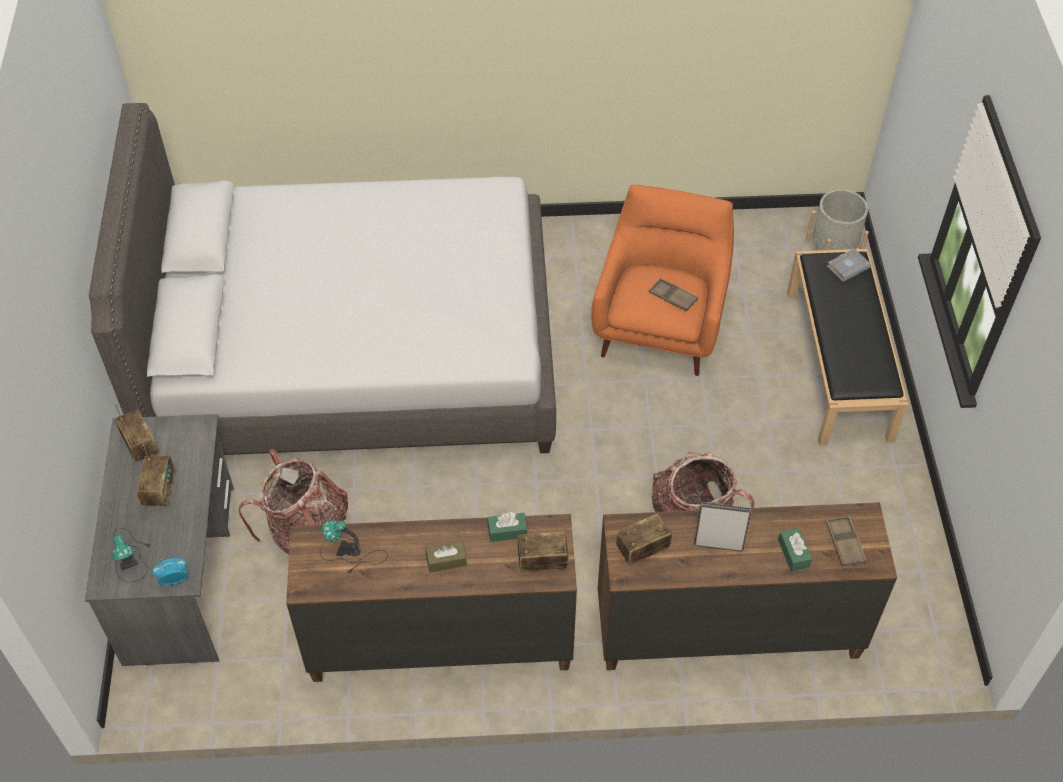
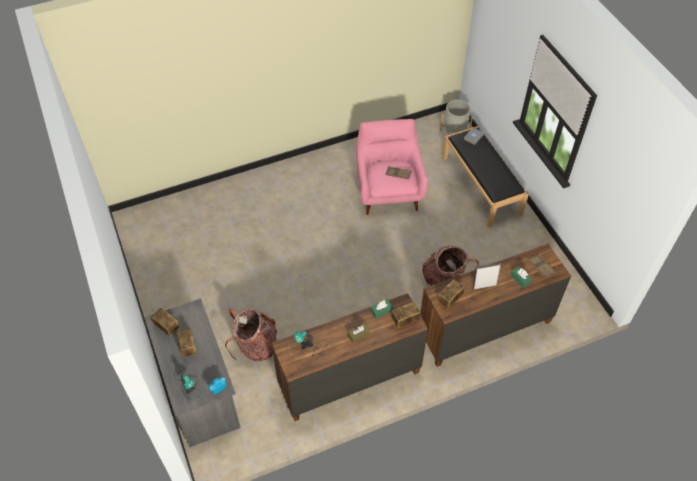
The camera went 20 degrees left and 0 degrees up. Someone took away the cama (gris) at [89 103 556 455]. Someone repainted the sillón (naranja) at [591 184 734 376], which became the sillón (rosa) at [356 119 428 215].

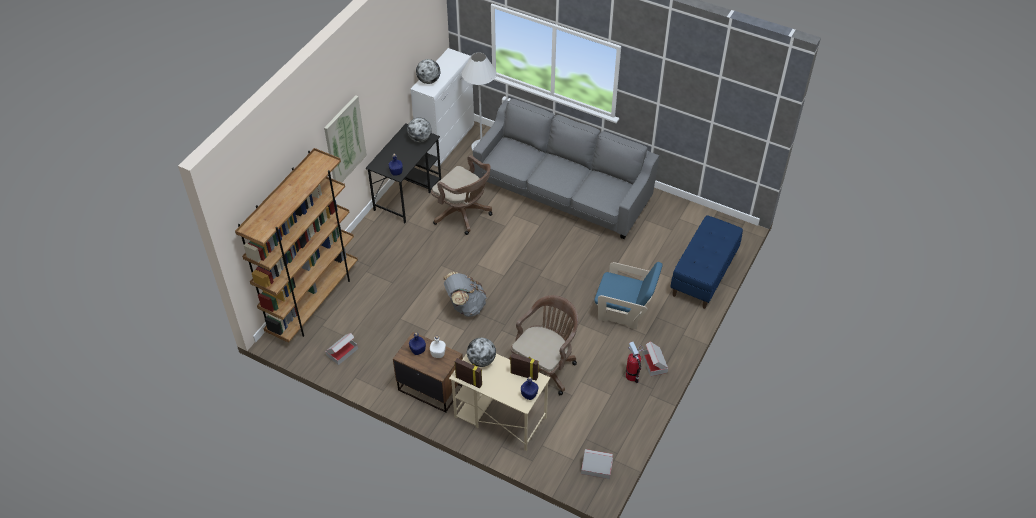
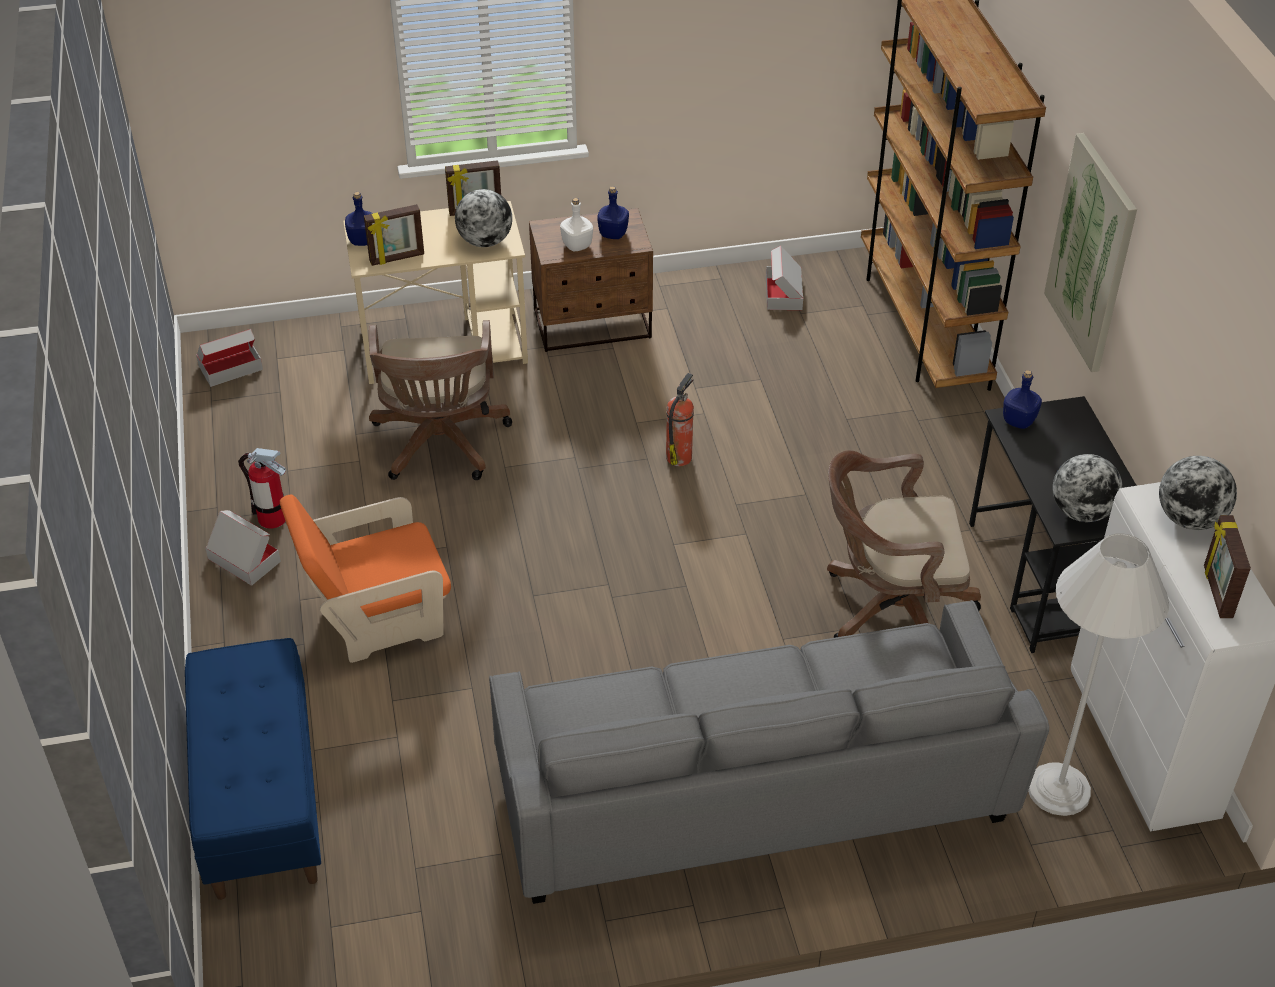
The camera went 140 degrees right and 5 degrees down. Someone swapped the mochila (gris) at [443 272 487 317] for the extintor at [666 373 694 466]. Someone repainted the sillón (azul) at [594 262 663 329], which became the sillón (naranja) at [280 494 451 663]. Someone put down the portarretratos at [1204 515 1251 618].

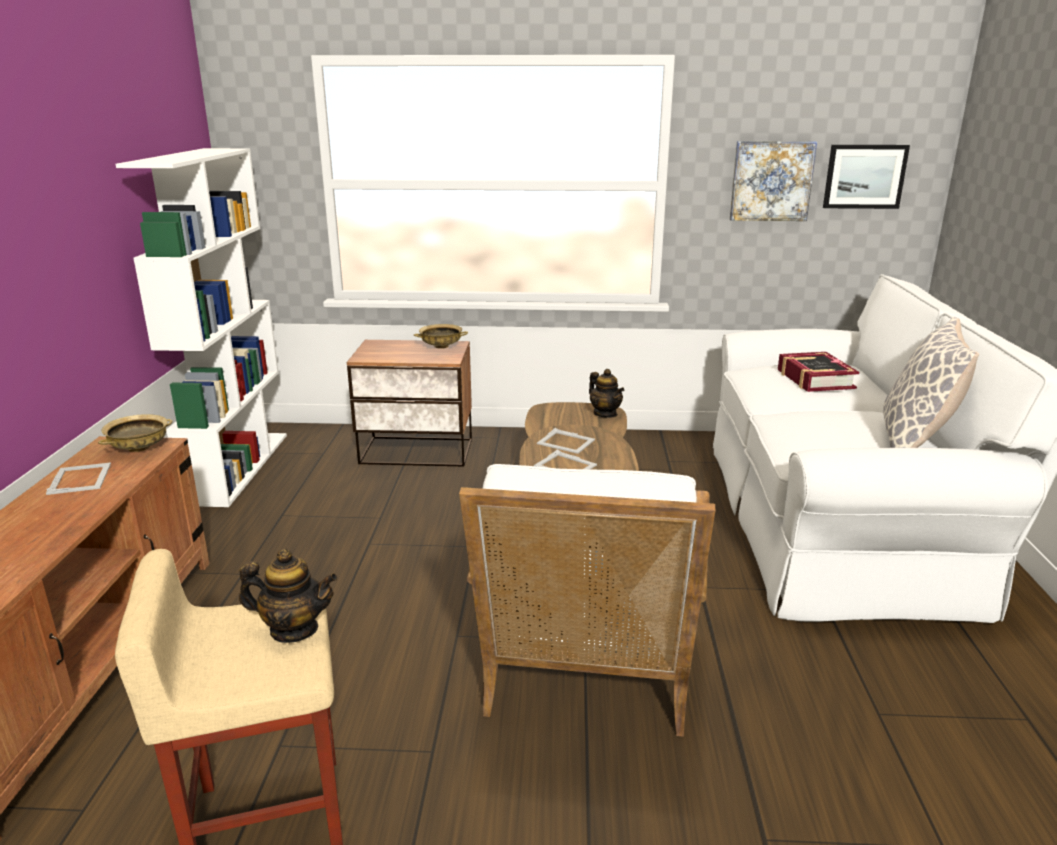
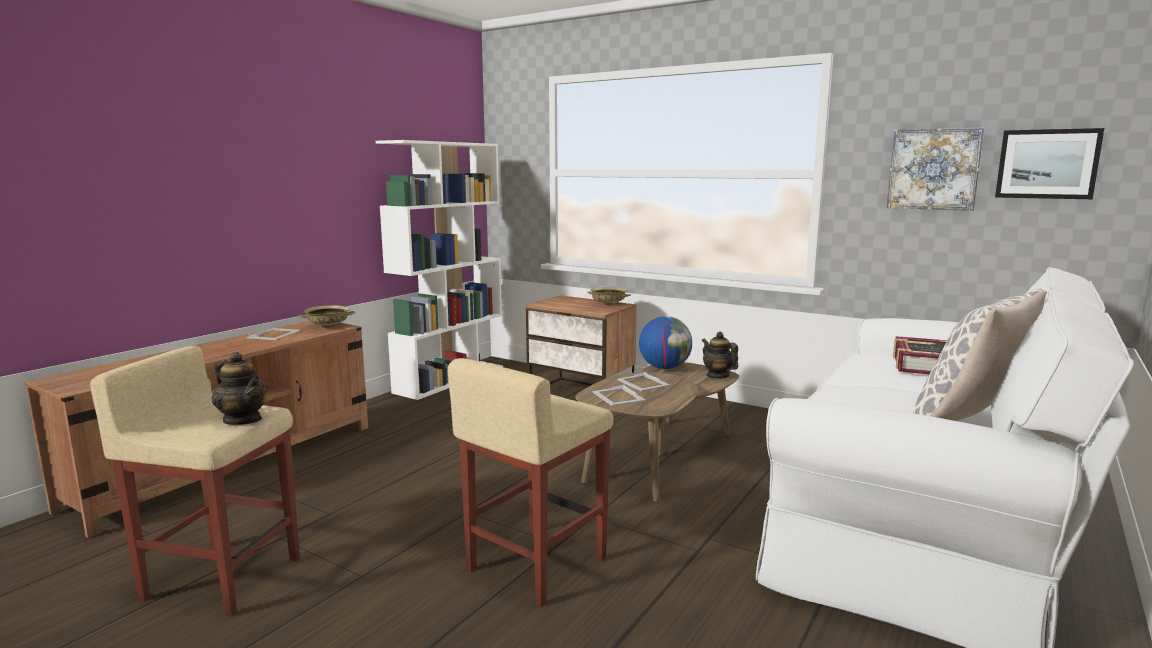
The camera went 30 degrees right and 10 degrees down. Someone swapped the sillón (blanco) at [459 464 715 737] for the taburete (beis) at [448 358 614 607]. Someone rotated the tetera at [589 369 624 418] by 150 degrees clockwise. Someone put down the globo terráqueo at [639 316 692 369].

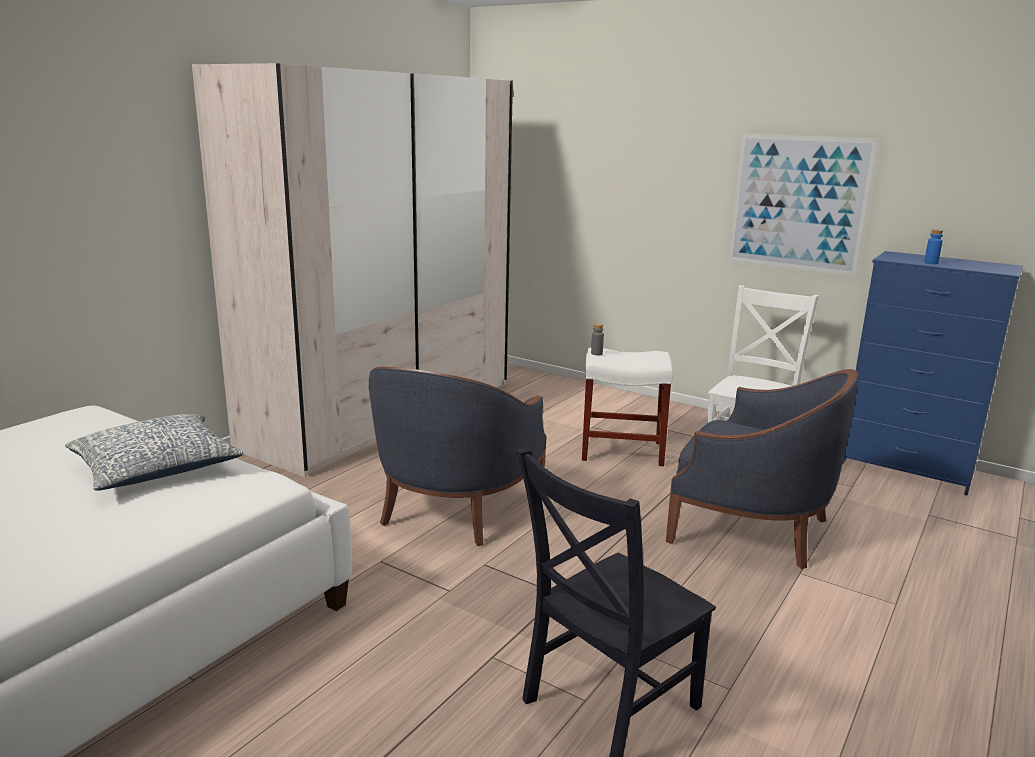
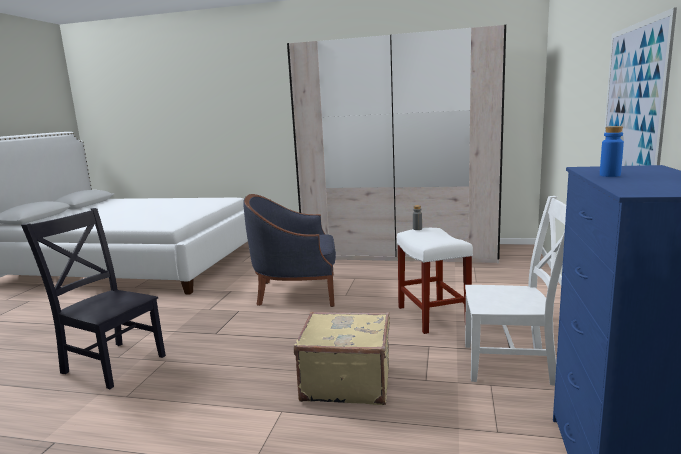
The camera went 70 degrees right and 5 degrees down. Someone took away the cojín at [65 414 243 491]. Someone swapped the sillón (azul) at [666 369 859 569] for the maleta (beis) at [294 312 390 405].

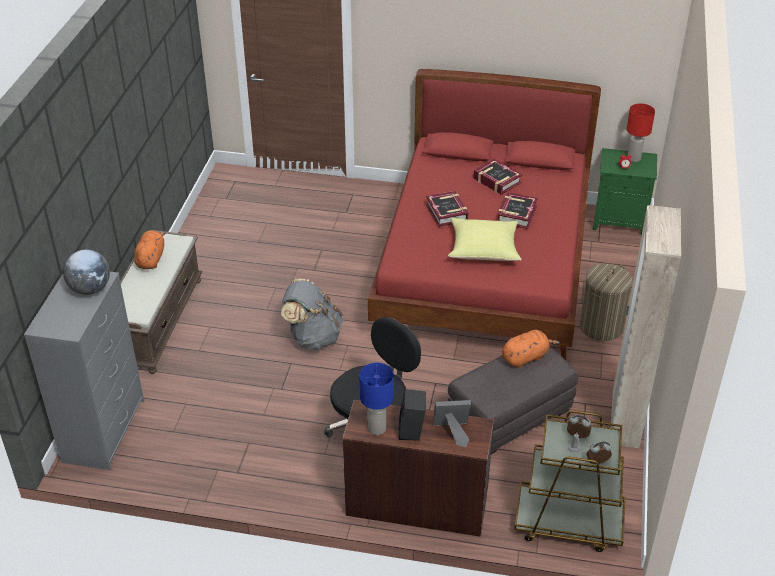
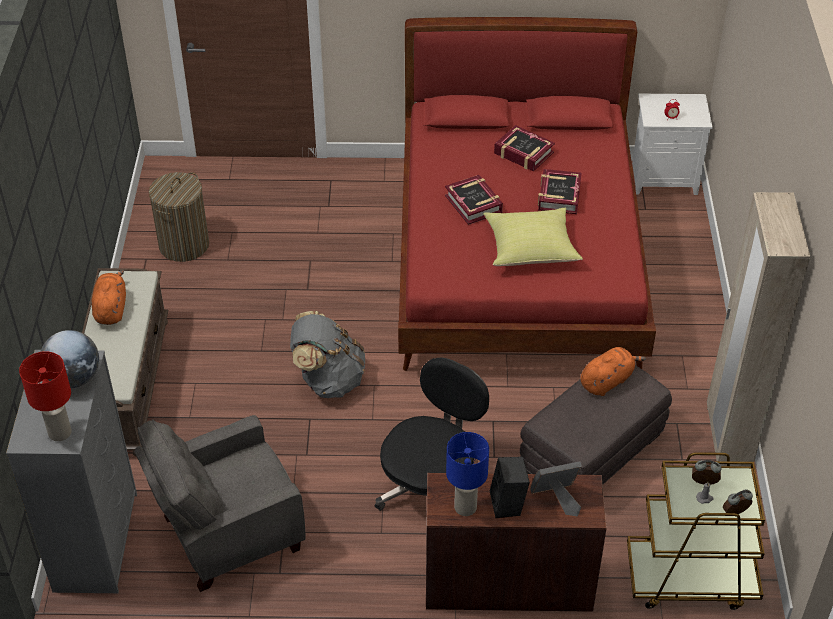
The camera went 10 degrees left and 5 degrees up. Someone carried the cesto de la ropa from [579 264 632 341] to [149 172 209 262]. Someone repainted the mesita de noche (verde) at [593 148 657 236], which became the mesita de noche (blanco) at [632 94 713 195]. Someone carried the lámpara de mesa (rojo) from [627 103 655 162] to [19 351 72 441]. Someone put down the sillón (gris) at [134 415 306 592].

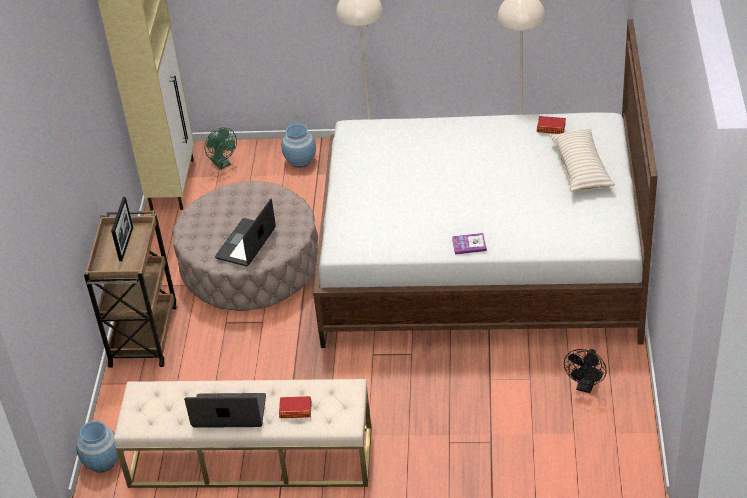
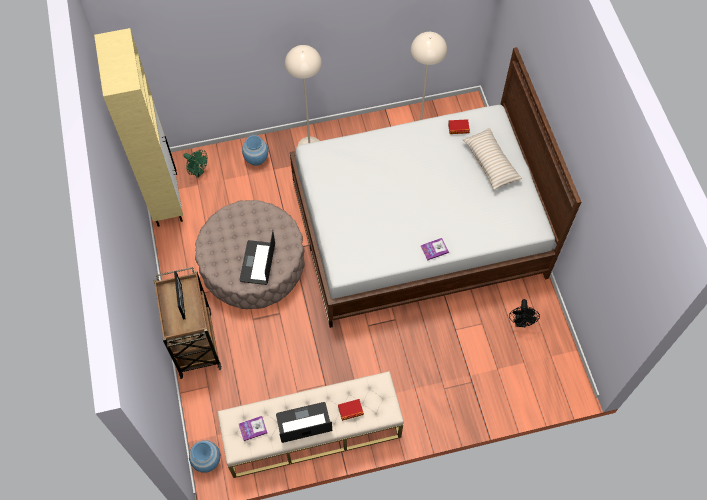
The camera went 20 degrees left and 20 degrees up. Someone put down the libro at [239 416 267 441].

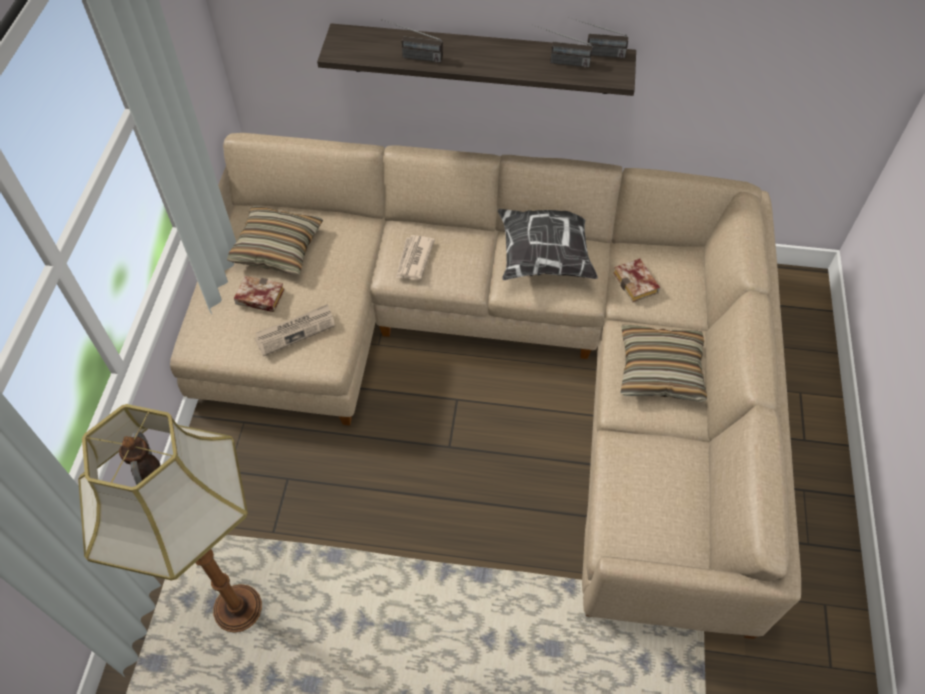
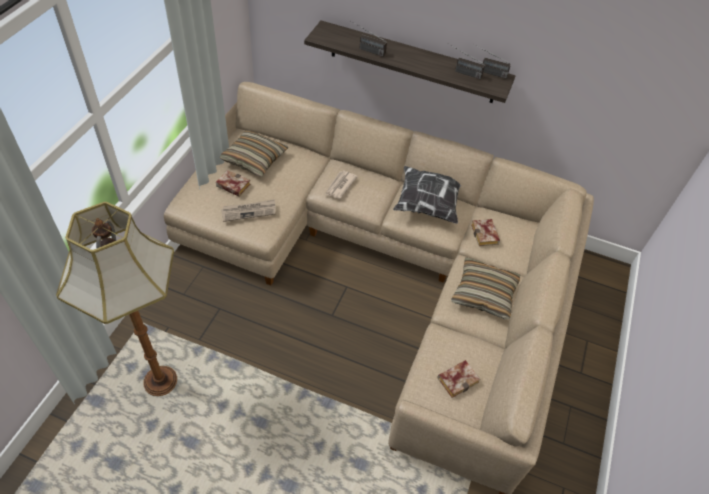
The camera went 10 degrees right and 5 degrees down. Someone put down the libro at [437 360 480 398].

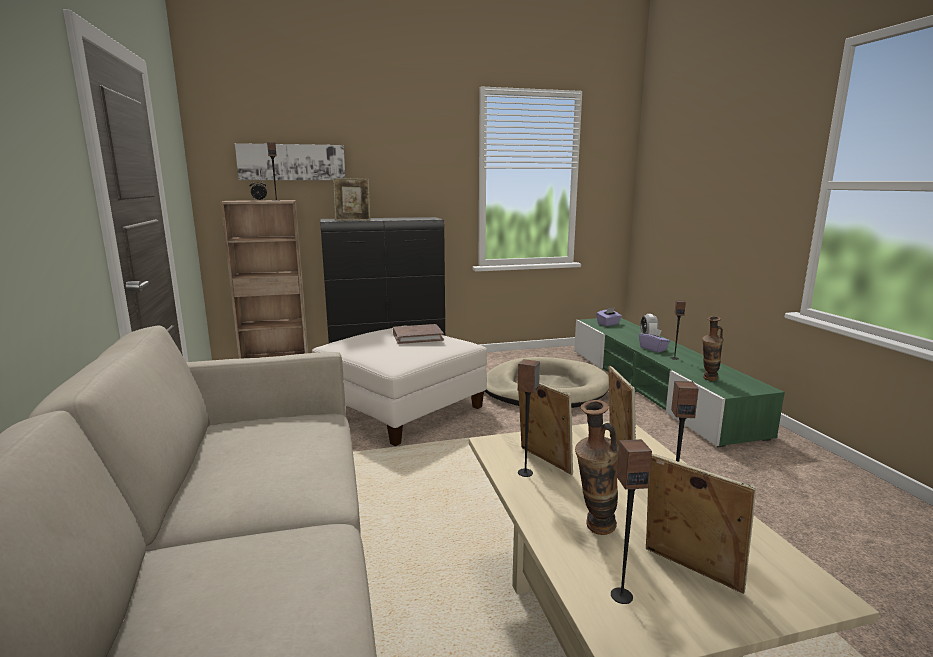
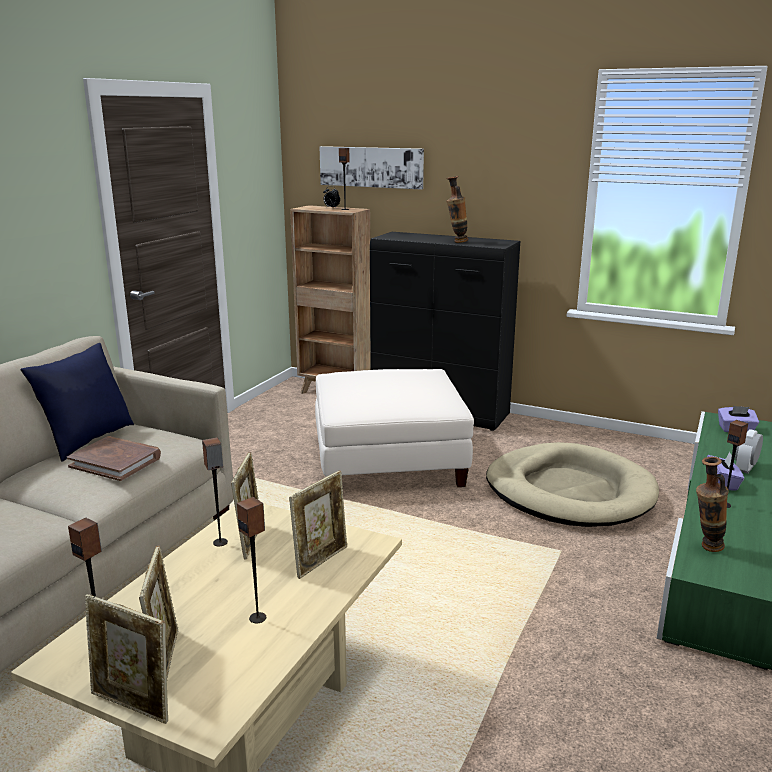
The camera went 40 degrees right and 5 degrees up. Someone carried the portarretratos from [333 178 370 221] to [85 594 168 724]. Someone carried the libro (marrón) from [393 324 444 344] to [67 436 161 481]. Someone carried the florero from [575 400 619 535] to [446 176 468 243]. Someone put down the cojín (azul) at [20 343 134 462].

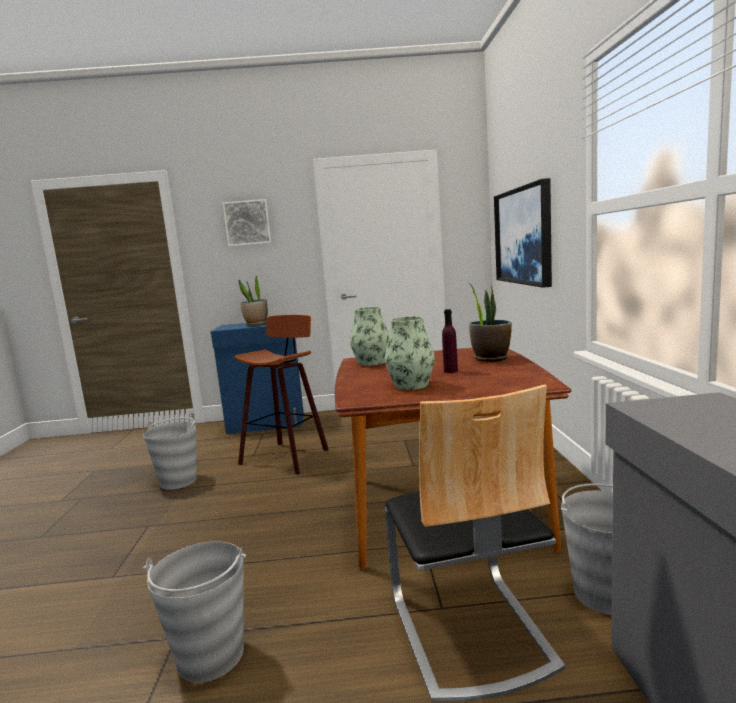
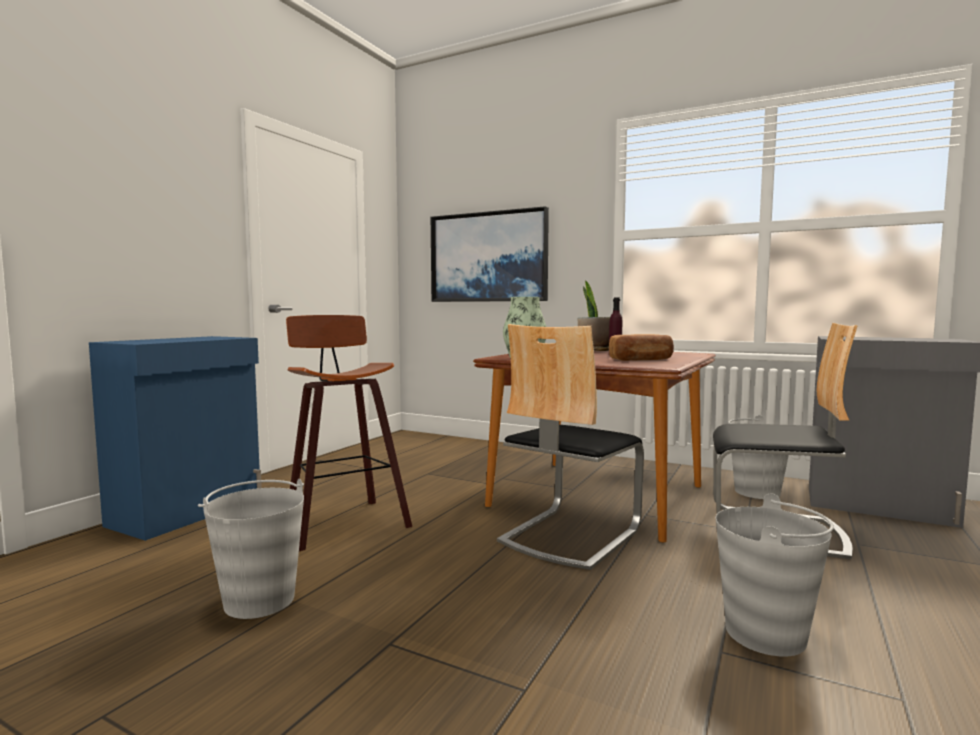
The camera went 60 degrees left and 5 degrees down. Someone took away the cuadro at [223 199 272 246]. Someone took away the planta en maceta at [238 275 268 326]. Someone swapped the florero at [385 316 434 390] for the pan at [609 334 674 361]. Someone put down the silla at [497 324 644 570].

